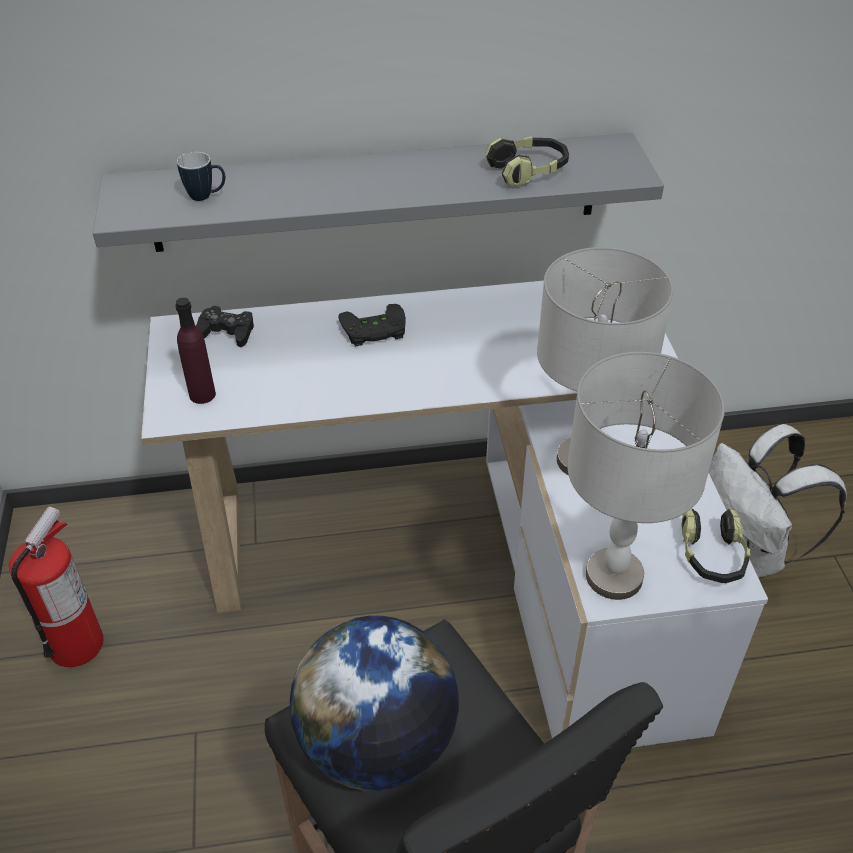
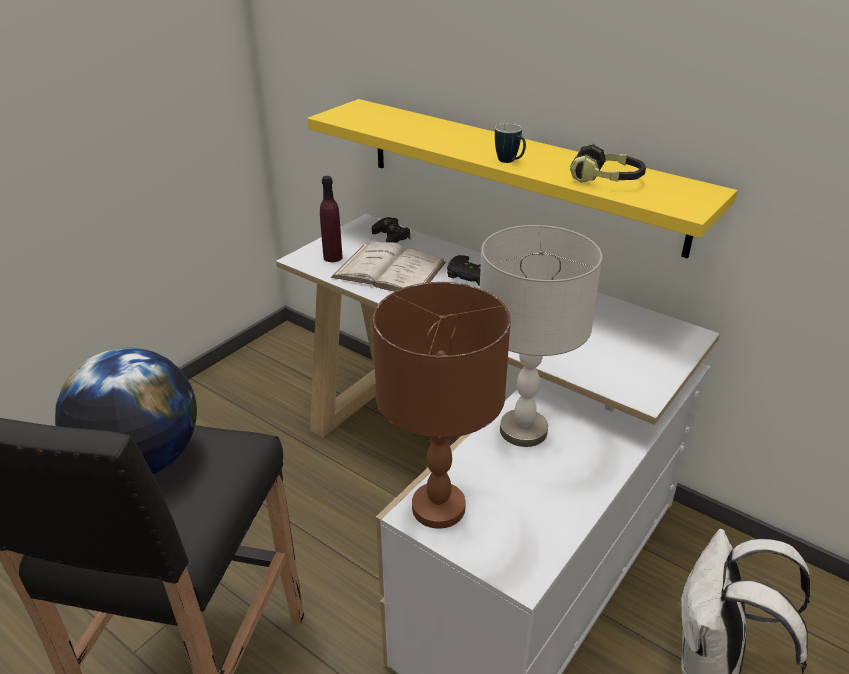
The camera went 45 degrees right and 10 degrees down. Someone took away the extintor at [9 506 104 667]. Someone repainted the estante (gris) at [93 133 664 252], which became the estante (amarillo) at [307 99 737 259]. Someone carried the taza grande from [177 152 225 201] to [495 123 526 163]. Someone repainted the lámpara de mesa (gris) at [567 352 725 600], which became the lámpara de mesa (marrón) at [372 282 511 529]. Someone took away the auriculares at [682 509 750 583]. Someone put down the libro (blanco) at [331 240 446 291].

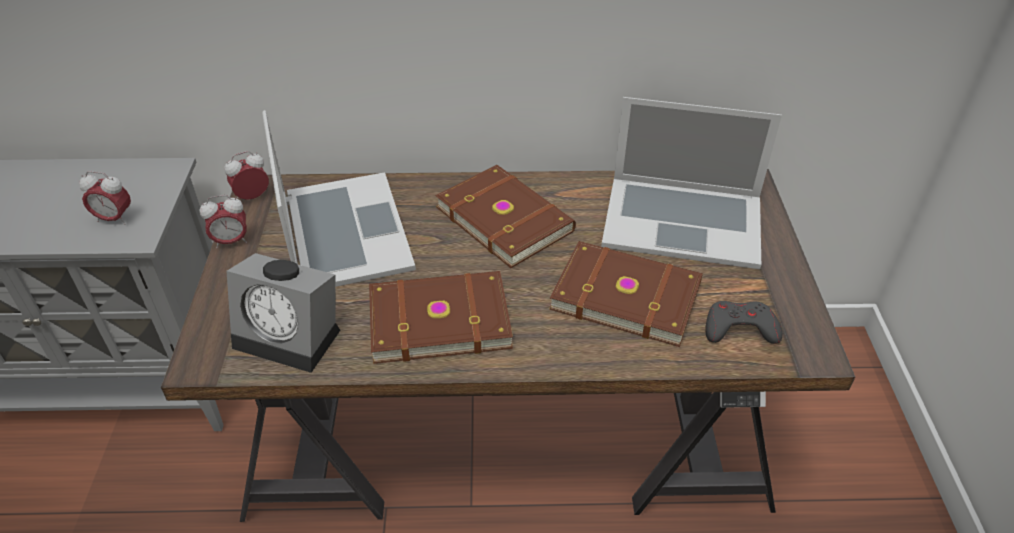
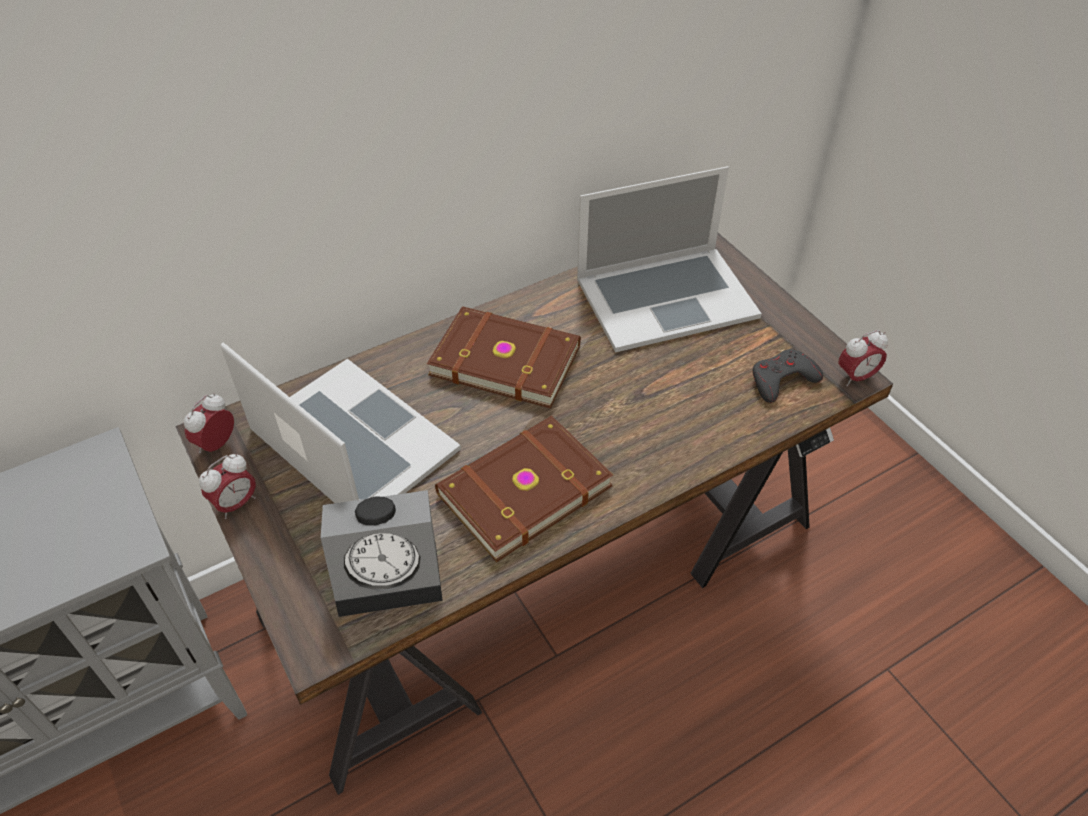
The camera went 30 degrees left and 5 degrees up. Someone carried the despertador from [79 171 131 225] to [838 330 888 386]. Someone took away the libro (marrón) at [549 241 703 347].

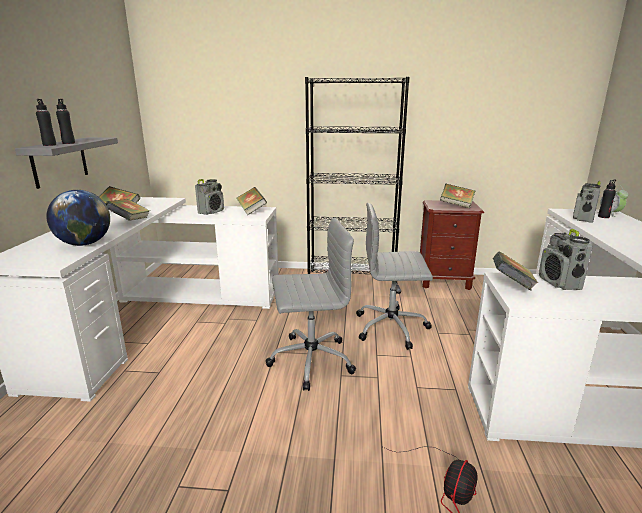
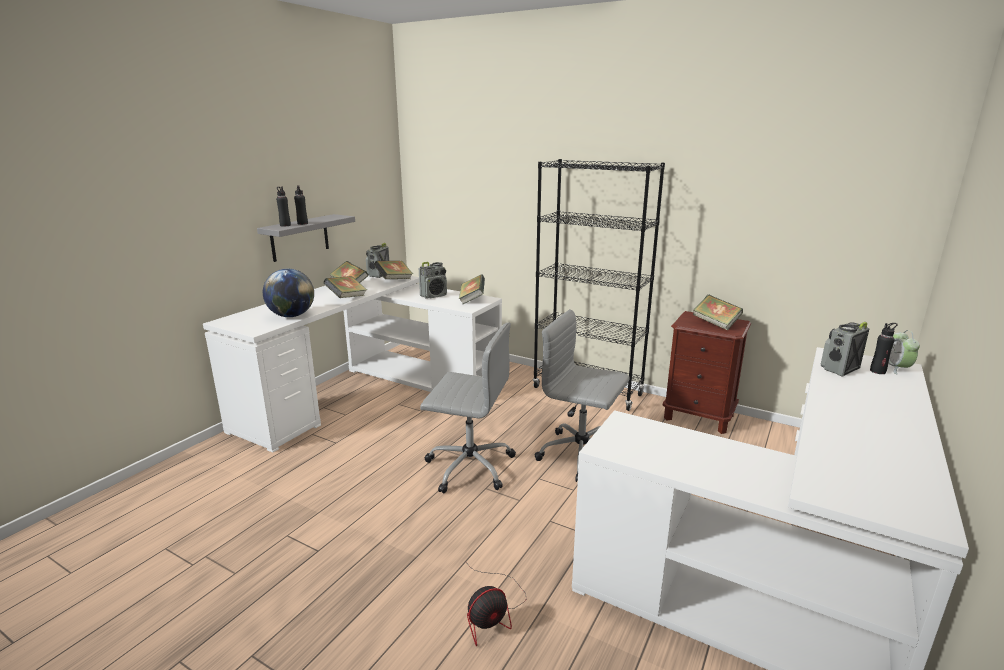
The camera went 25 degrees right and 0 degrees up. Someone carried the libro from [493 252 538 291] to [374 261 413 279]. Someone carried the radio from [539 229 593 290] to [366 243 389 278].

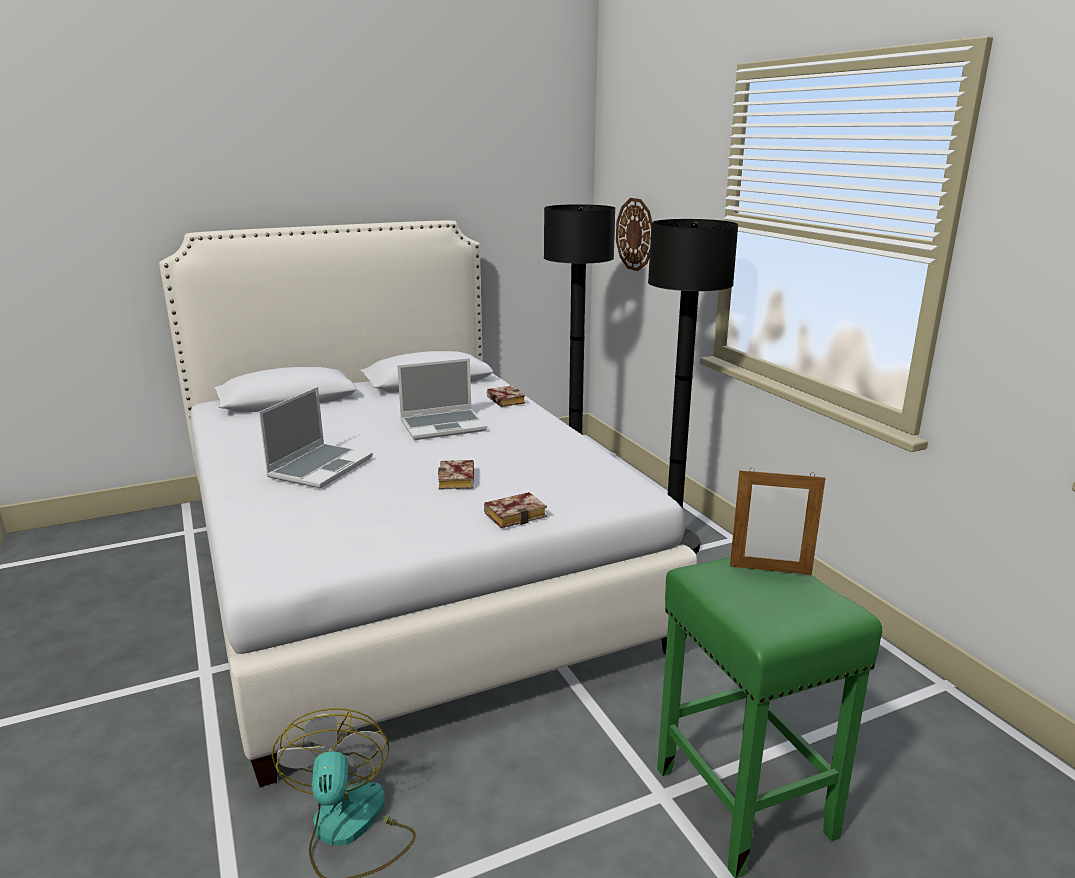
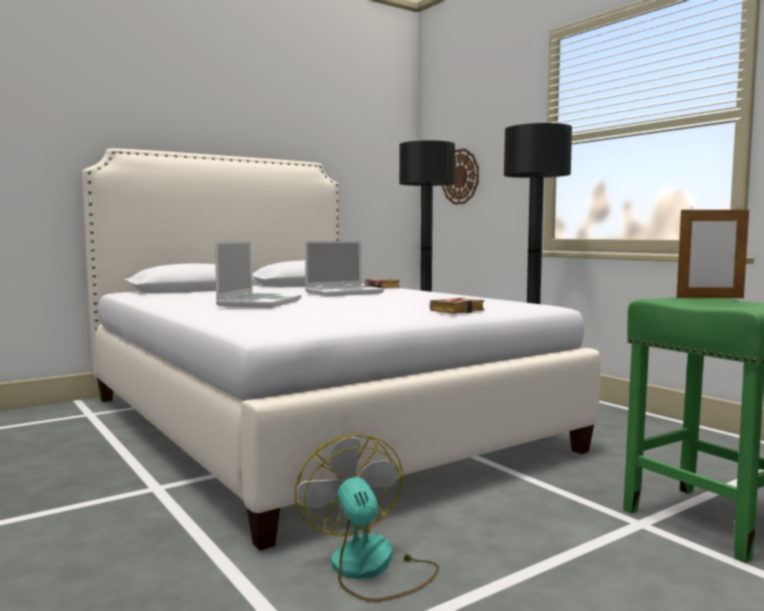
The camera went 10 degrees left and 15 degrees down. Someone took away the libro at [438 460 474 489].

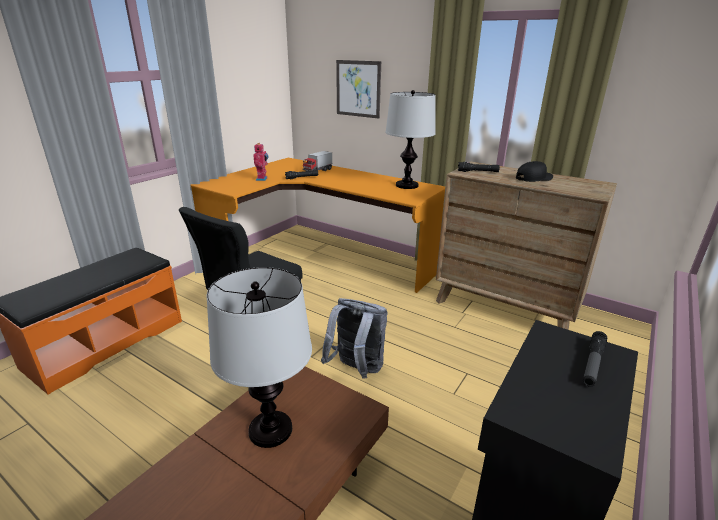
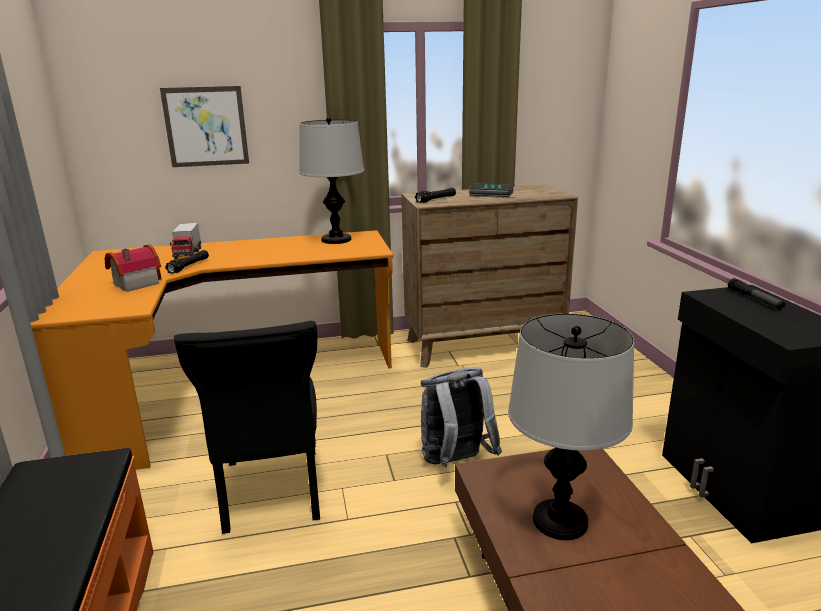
The camera went 45 degrees left and 5 degrees down. Someone swapped the robot de juguete at [254 143 268 181] for the casita at [105 244 161 292]. Someone swapped the gorra (negro) at [516 161 553 182] for the libro at [469 183 513 198].

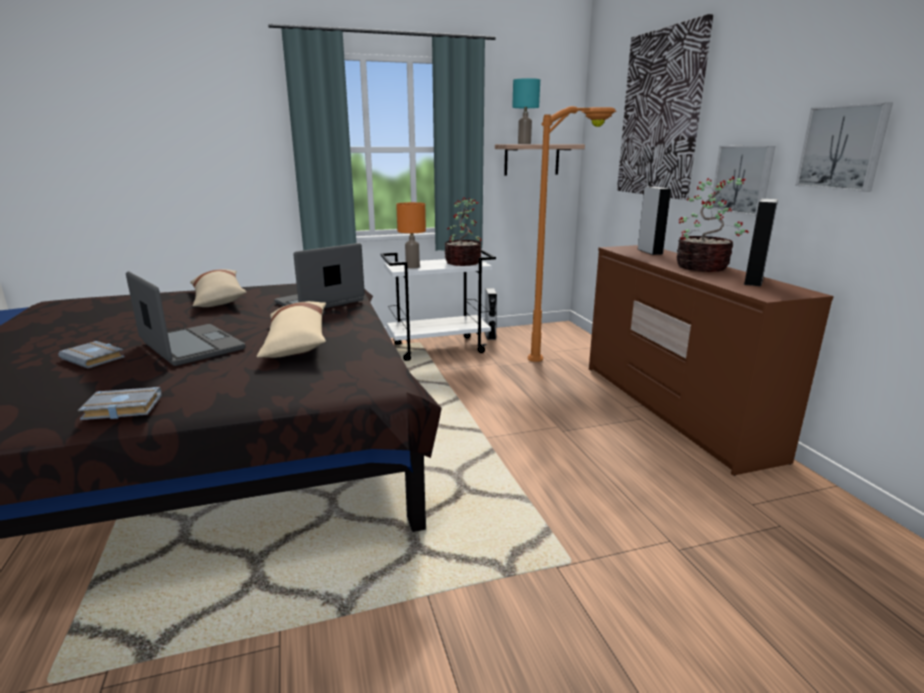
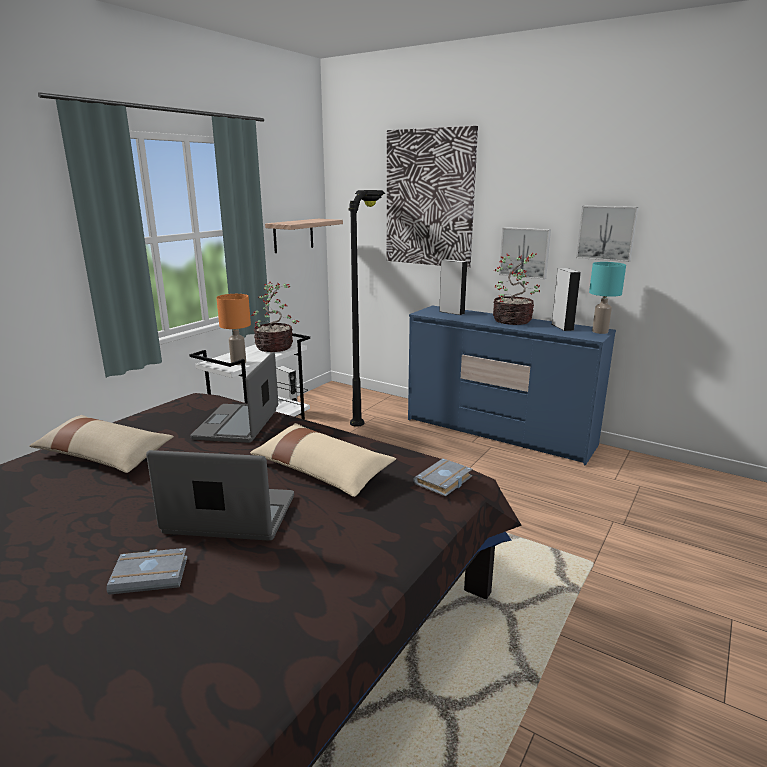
The camera went 40 degrees left and 0 degrees up. Someone carried the libro (gris) from [78 387 162 420] to [413 458 473 496]. Someone carried the lámpara de mesa (turquesa) from [512 78 540 144] to [589 262 626 334]. Someone repainted the lámpara de pie (naranja) at [528 106 617 362], which became the lámpara de pie (negro) at [349 190 385 427]. Someone repainted the cómoda (marrón) at [589 245 834 476], which became the cómoda (azul) at [408 305 616 466].

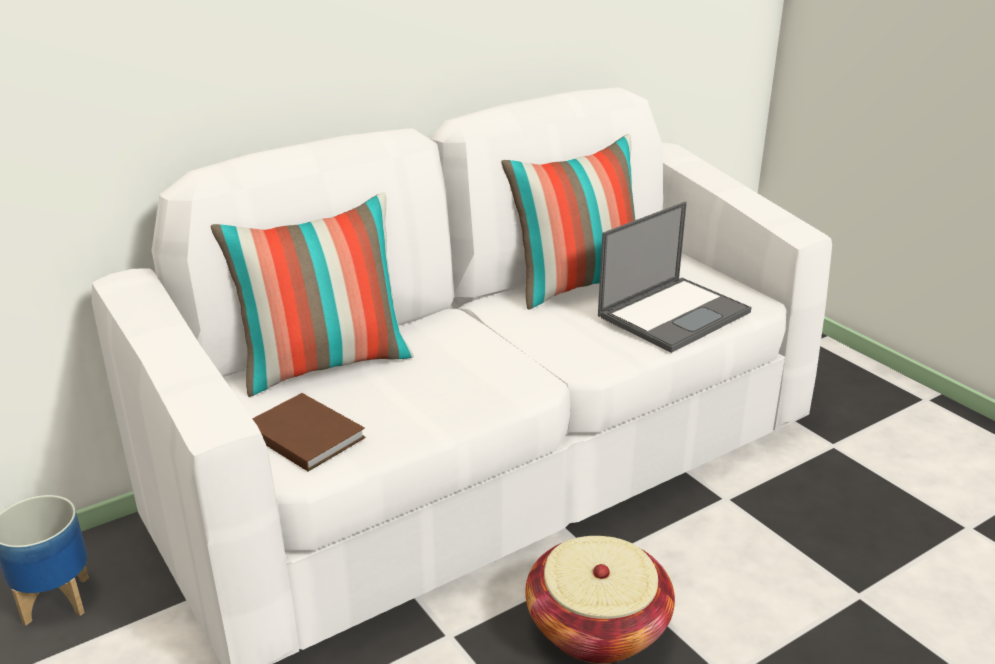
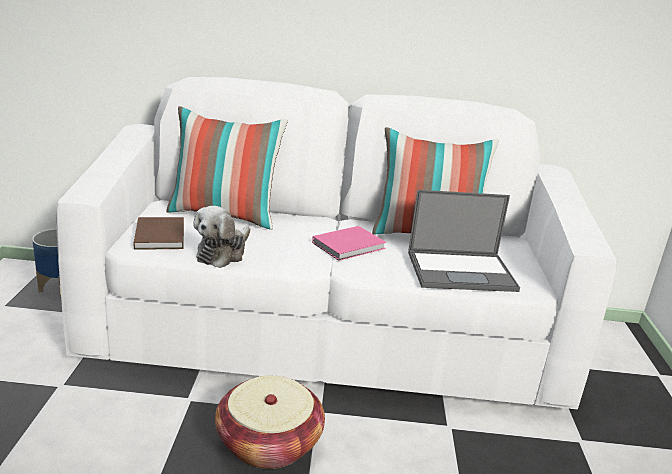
The camera went 35 degrees right and 5 degrees down. Someone put down the peluche at [193 206 250 268]. Someone put down the libro (rosa) at [312 226 386 261].

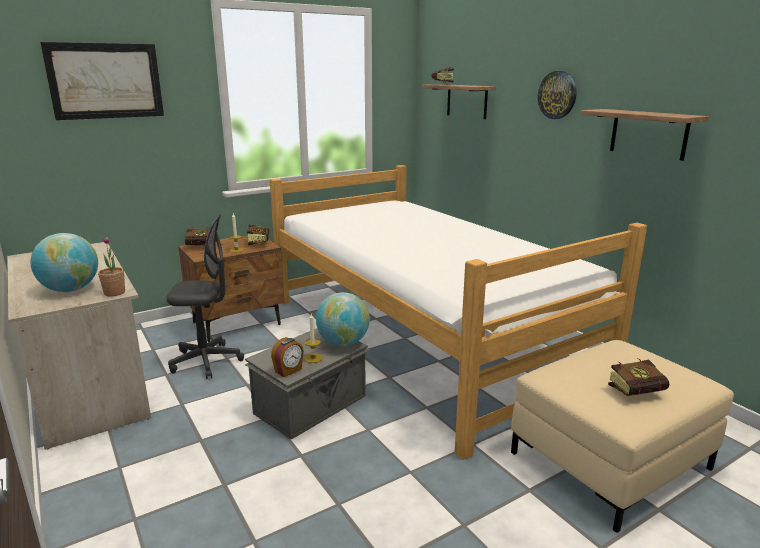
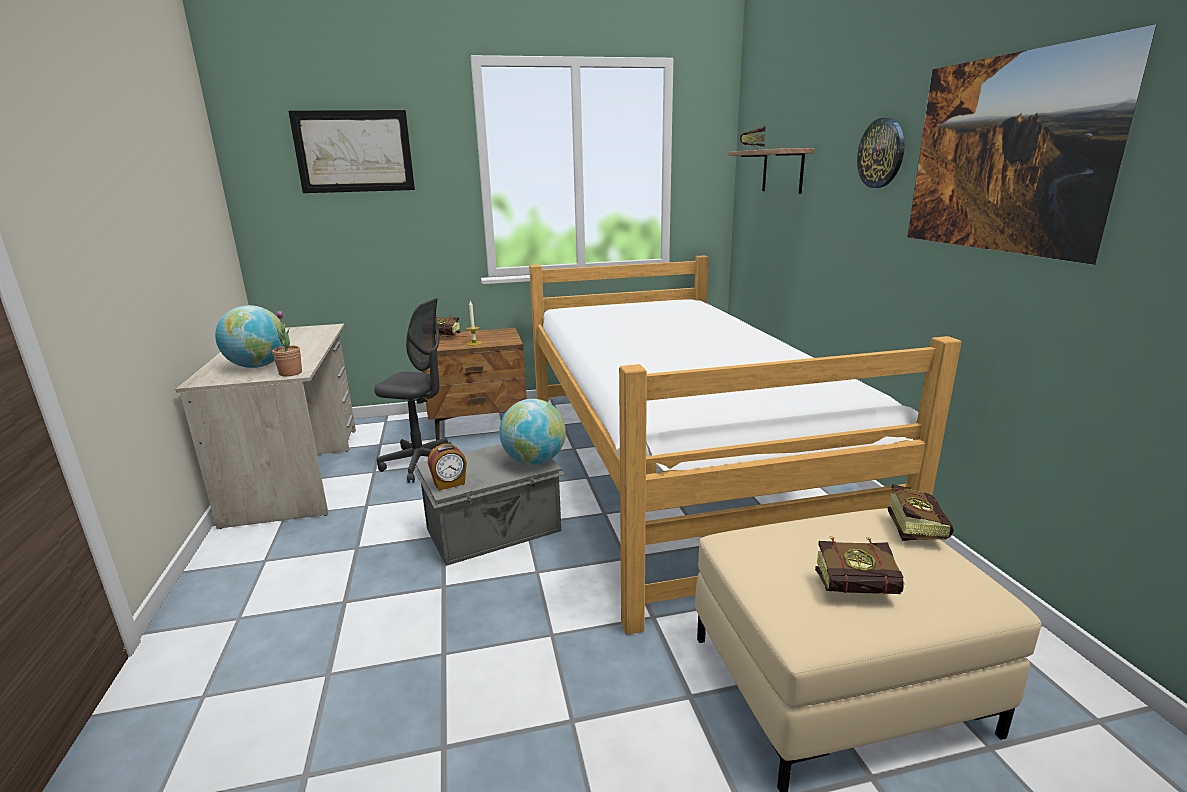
The camera went 20 degrees right and 0 degrees up. Someone carried the libro from [246 225 269 246] to [888 484 953 541]. Someone took away the vela at [304 314 323 363]. Someone swapped the estante at [580 109 709 161] for the cuadro at [907 24 1157 265].

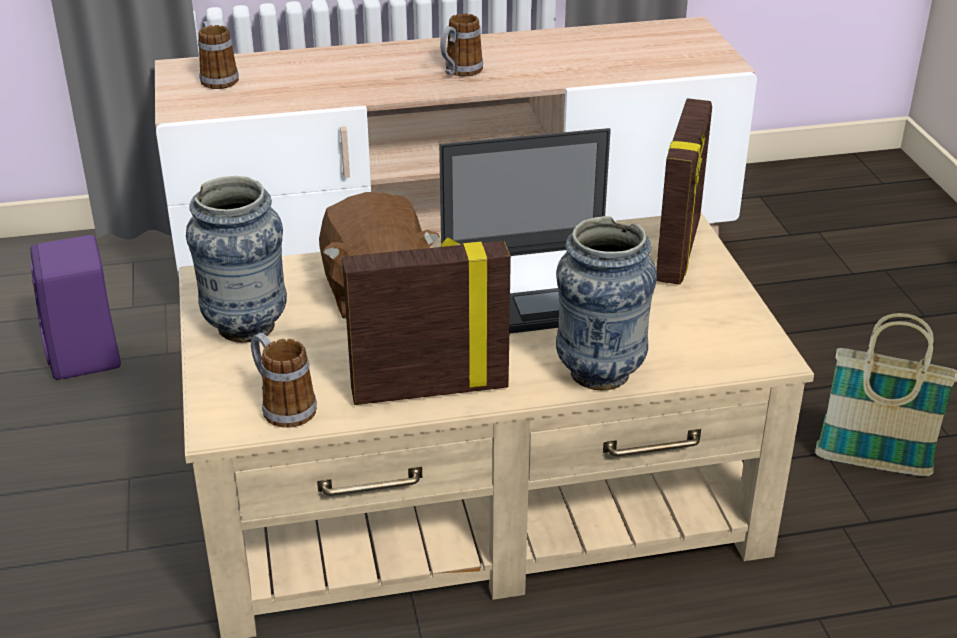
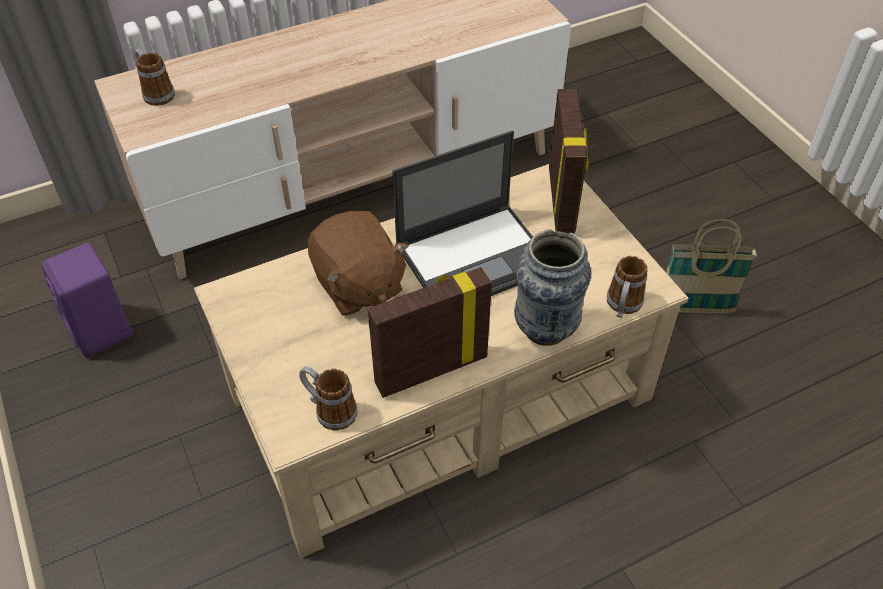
The camera went 15 degrees left and 15 degrees up. Someone took away the florero at [186 176 287 343]. Someone carried the taza grande from [440 13 483 76] to [607 256 647 318].

